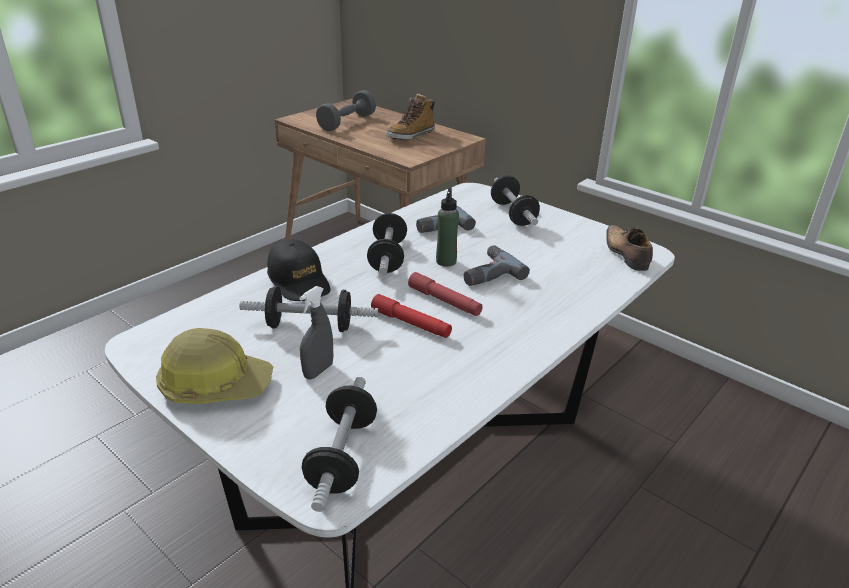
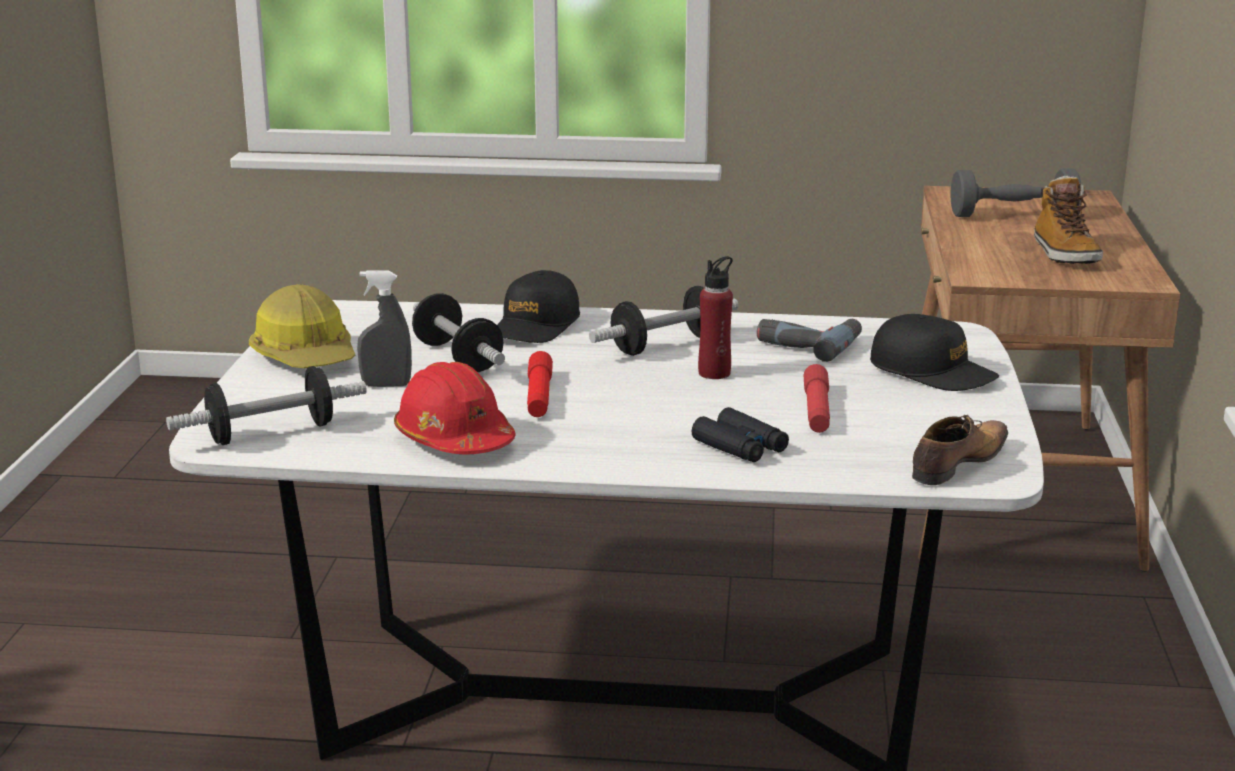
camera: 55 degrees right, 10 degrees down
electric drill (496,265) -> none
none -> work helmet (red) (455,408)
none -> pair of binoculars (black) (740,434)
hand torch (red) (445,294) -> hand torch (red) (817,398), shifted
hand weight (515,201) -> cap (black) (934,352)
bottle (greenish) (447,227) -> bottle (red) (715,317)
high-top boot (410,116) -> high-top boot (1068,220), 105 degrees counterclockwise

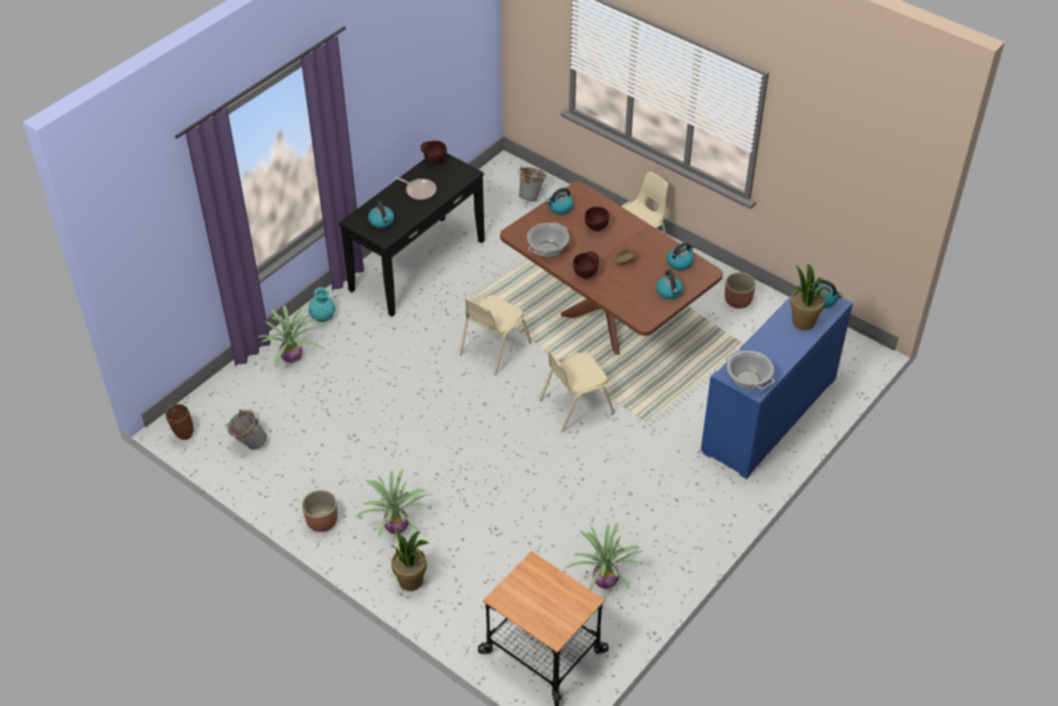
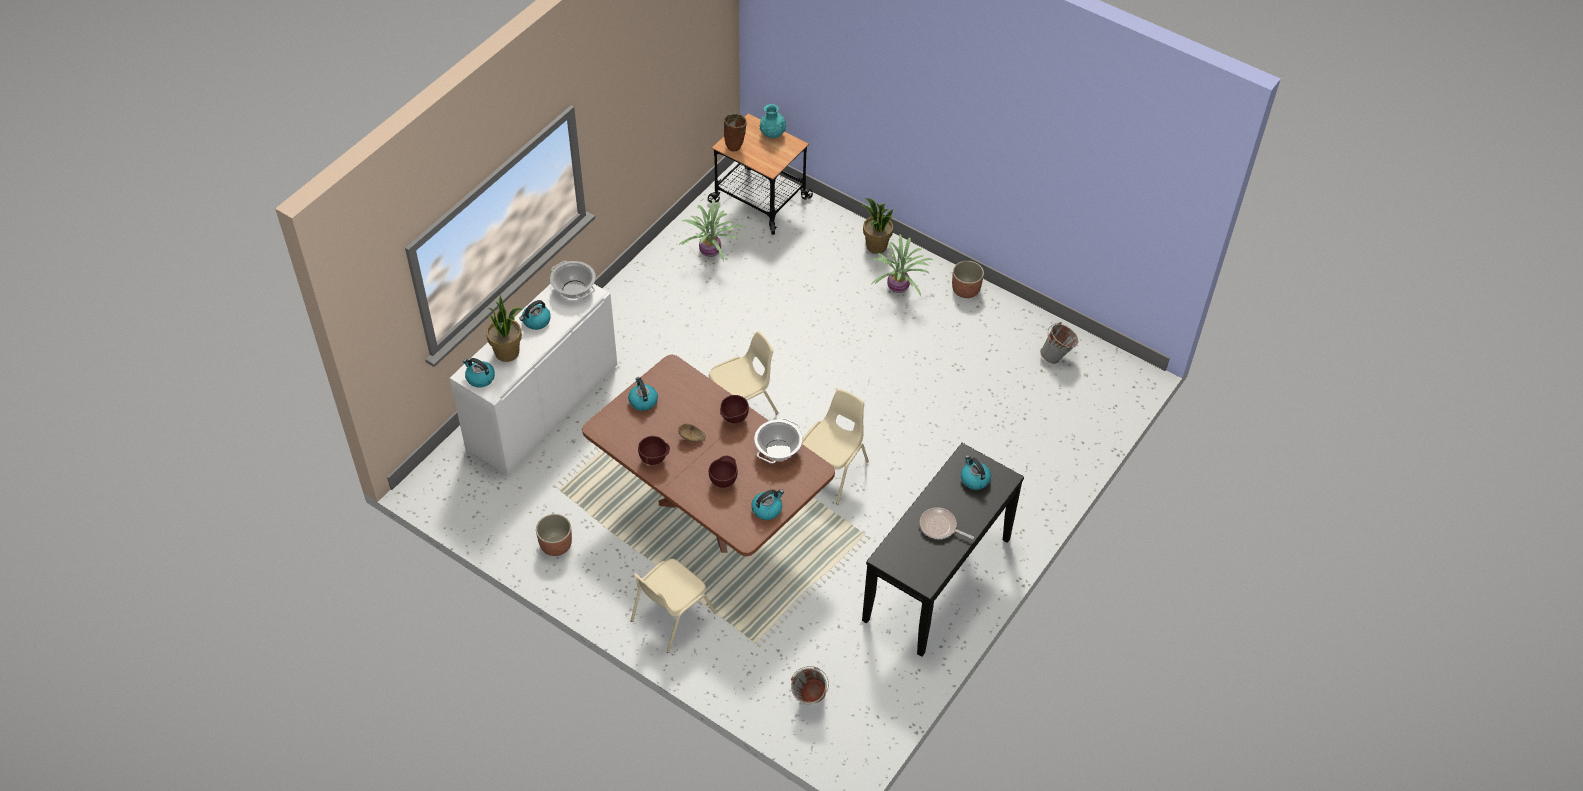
camera: 175 degrees right, 5 degrees up
plant in a pot (291,335) -> none
vase (brown-coloured) (179,422) -> vase (brown-coloured) (735,133), shifted
vase (turquoise) (322,304) -> vase (turquoise) (772,121), shifted
deep dish (brown-coloured) (433,152) -> deep dish (brown-coloured) (654,450), shifted
kettle (681,256) -> kettle (535,315), shifted
cabinet (blue) (777,379) -> cabinet (white-coloured) (533,379)

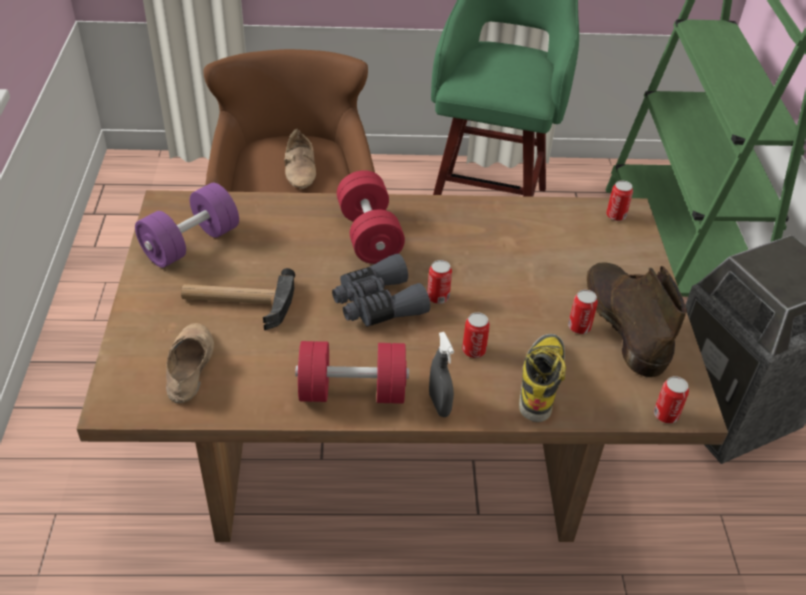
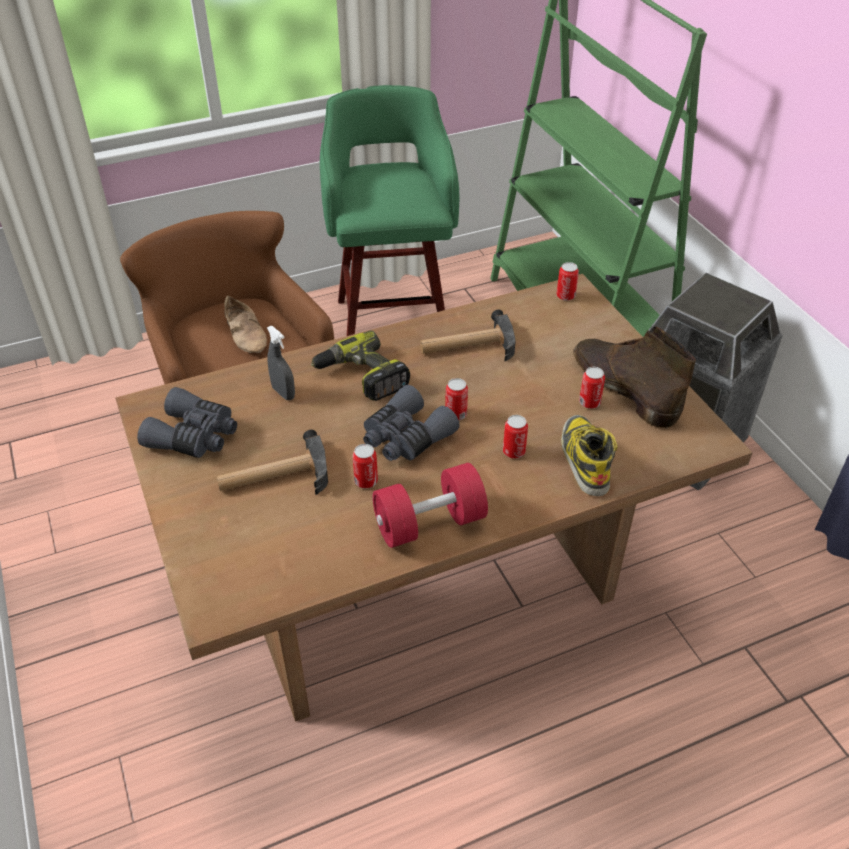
camera: 20 degrees left, 0 degrees up
item of footwear (sand-coloured) (190,363) -> none
none -> hammer (468,336)
spray bottle (gray) (441,374) -> spray bottle (gray) (281,363), shifted
can (671,400) -> can (365,466), shifted
hand weight (purple-coloured) (187,225) -> pair of binoculars (gray) (187,422)
hand weight (red) (371,217) -> electric drill (360,366)

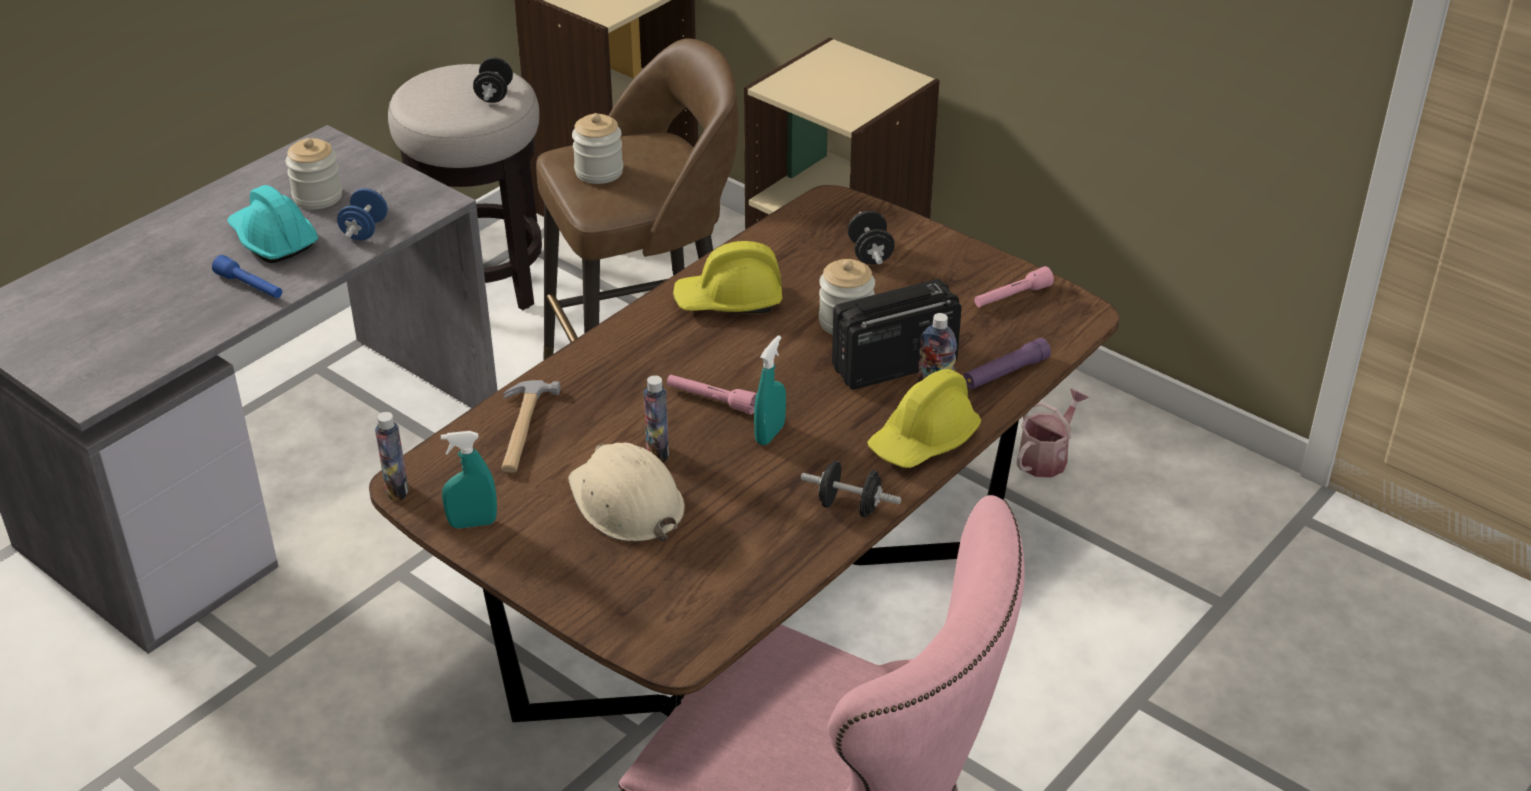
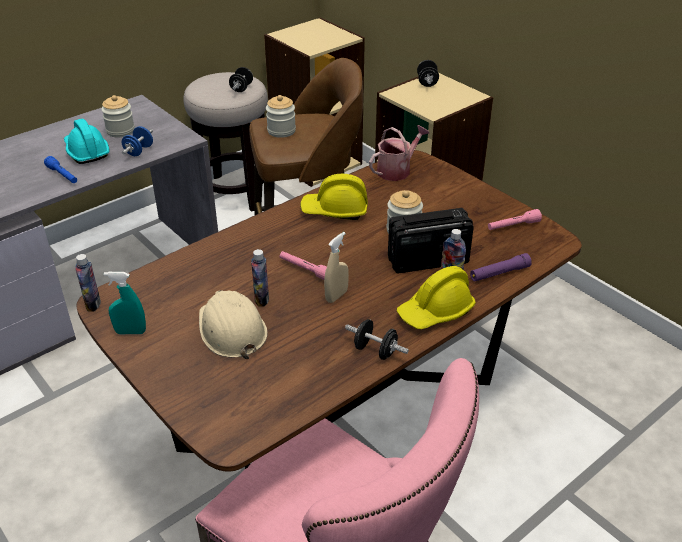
camera: 10 degrees right, 0 degrees up
hammer (530,426) -> none
hand weight (black) (871,238) -> hand weight (black) (428,73), shifted
sprinkling can (1053,433) -> sprinkling can (399,153), shifted
spray bottle (turquoise) (770,390) -> spray bottle (sand-coloured) (336,267)

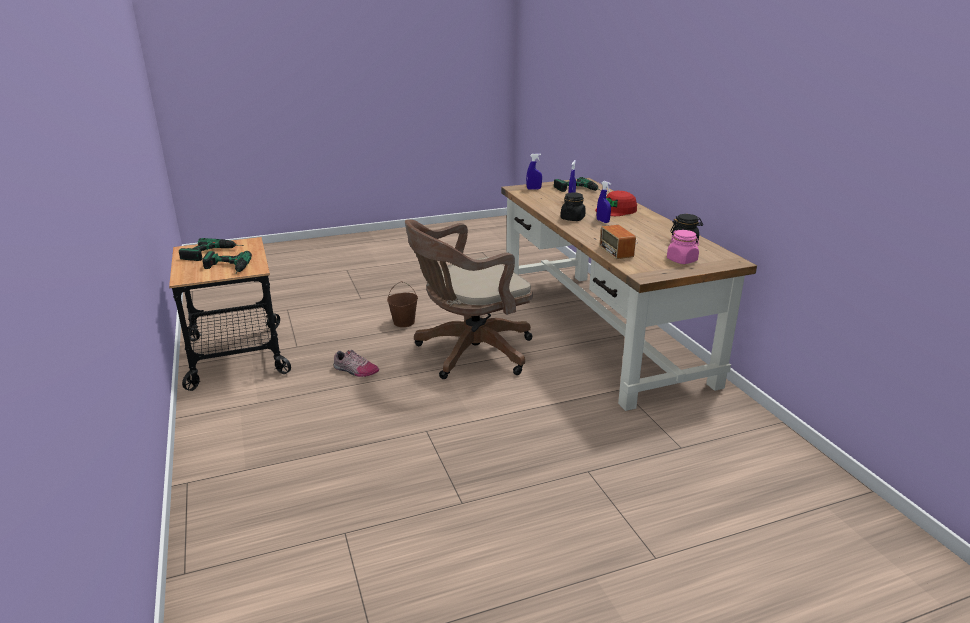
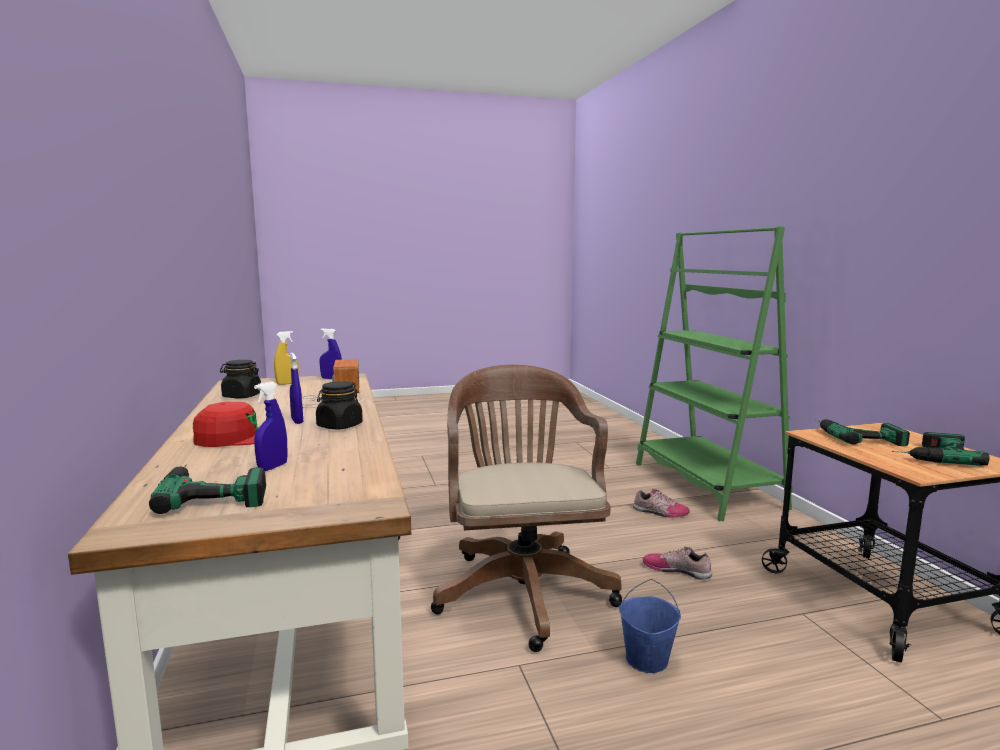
camera: 175 degrees left, 15 degrees down
none -> item of footwear (661,503)
none -> bookcase (greenish) (714,373)
spray bottle (blue) (534,171) -> spray bottle (blue) (330,353), shifted
storage jar (pink-coloured) (683,247) -> spray bottle (yellow) (286,358)
water bucket (brown-coloured) (402,304) -> water bucket (blue) (650,626)
computer chair (brown-coloured) (469,299) -> computer chair (brown-coloured) (526,508), 75 degrees counterclockwise

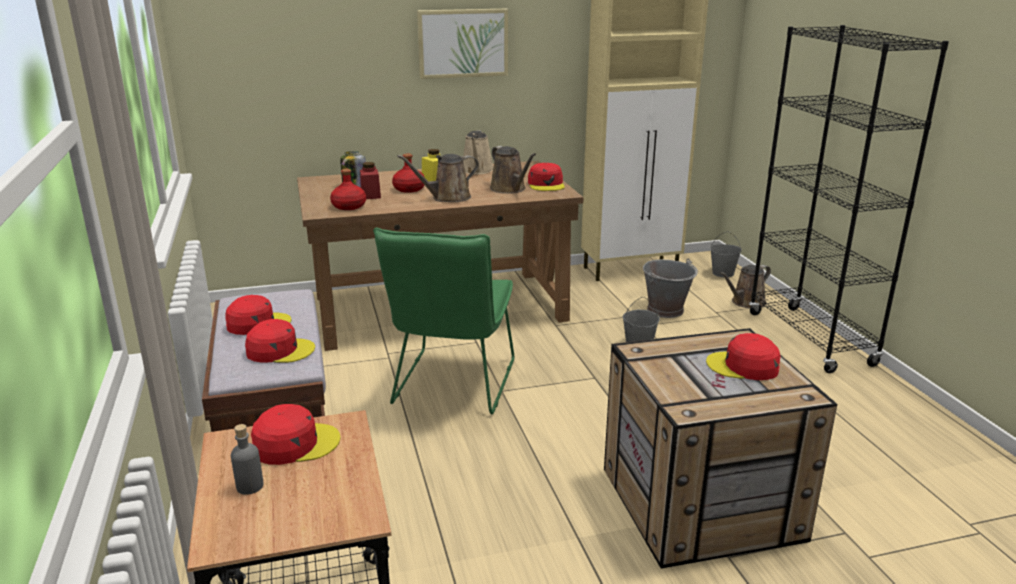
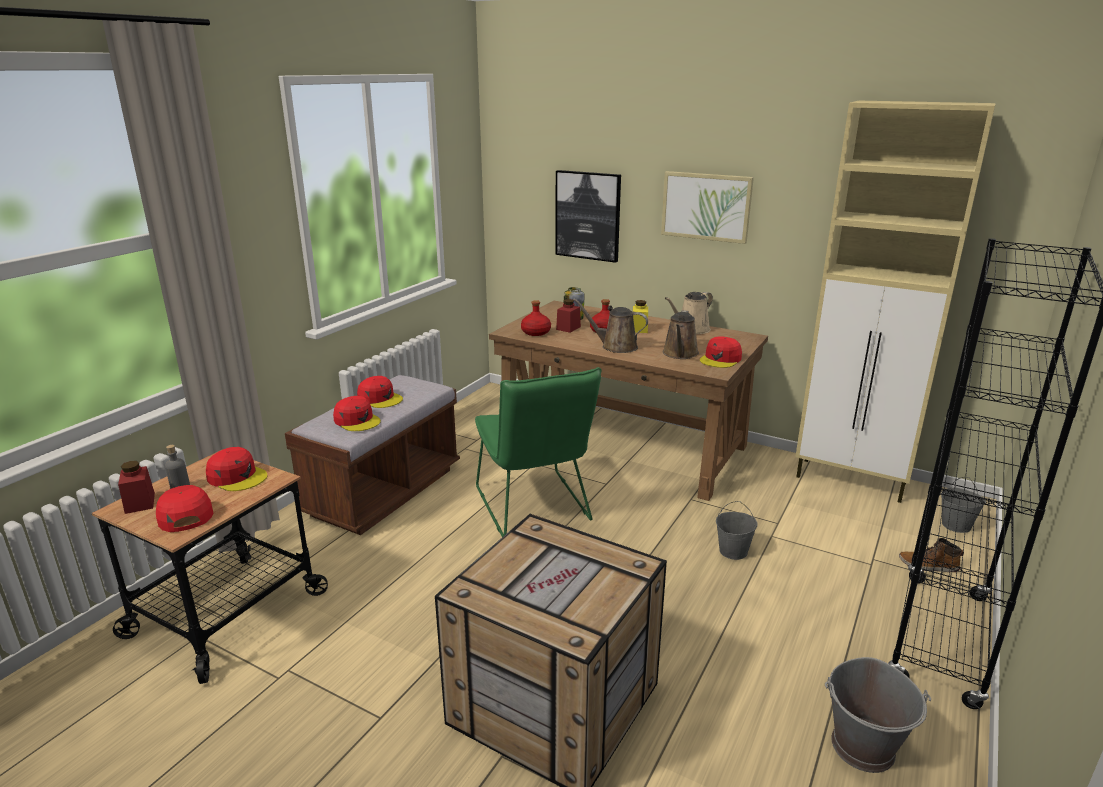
camera: 45 degrees right, 0 degrees up
none -> storage jar (red) (136,487)
none -> wall art (588,216)
water bucket (gray) (670,288) -> water bucket (gray) (878,715), shifted
cap (red) (743,356) -> cap (red) (184,508), shifted
sprinkling can (brown-coloured) (745,286) -> high-top boot (931,555)
upright chair (greenish) (443,321) -> upright chair (greenish) (538,452), 75 degrees counterclockwise

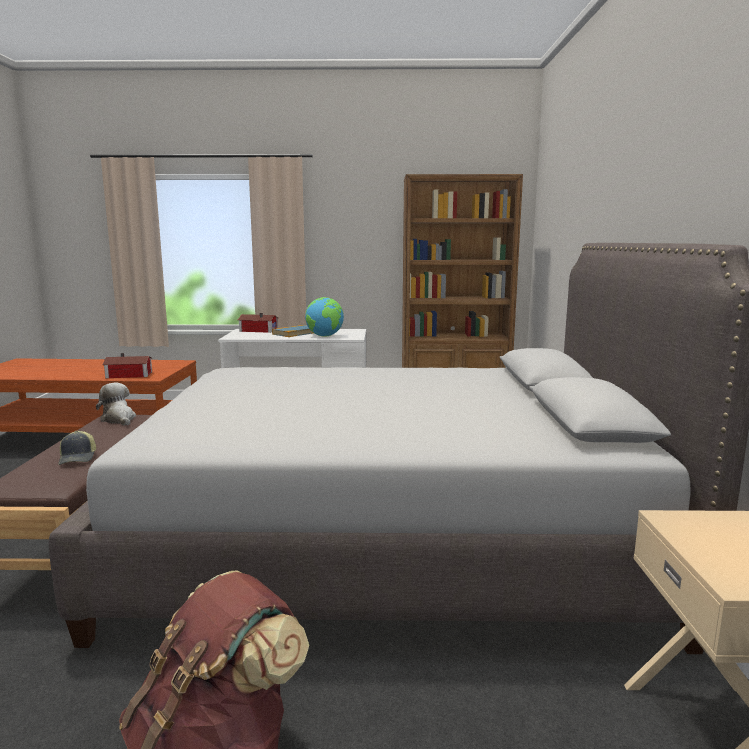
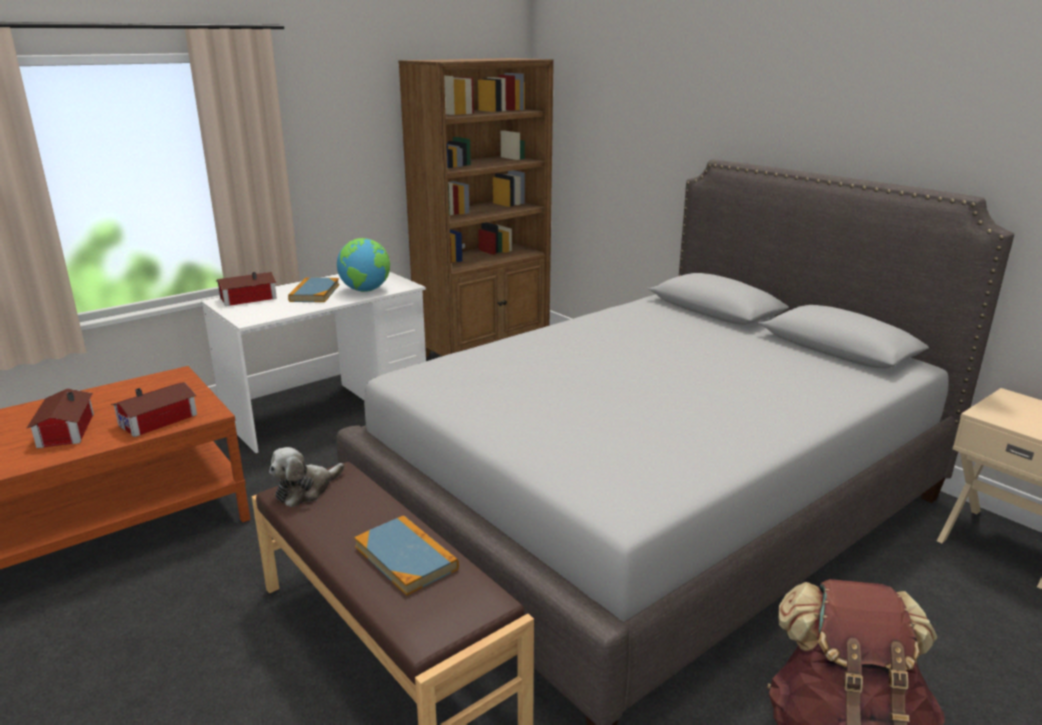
camera: 40 degrees left, 10 degrees up
none -> toy house (60,418)
cap (77,448) -> bound book (406,555)
soft toy (116,403) -> soft toy (306,477), 60 degrees counterclockwise

